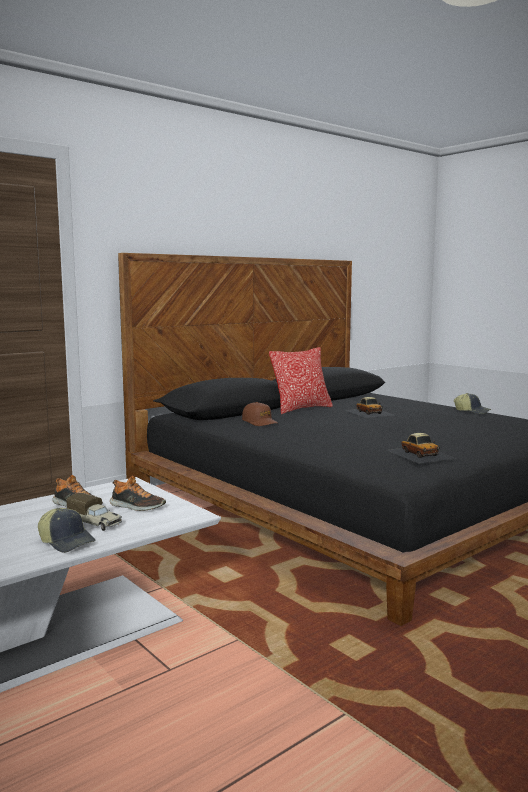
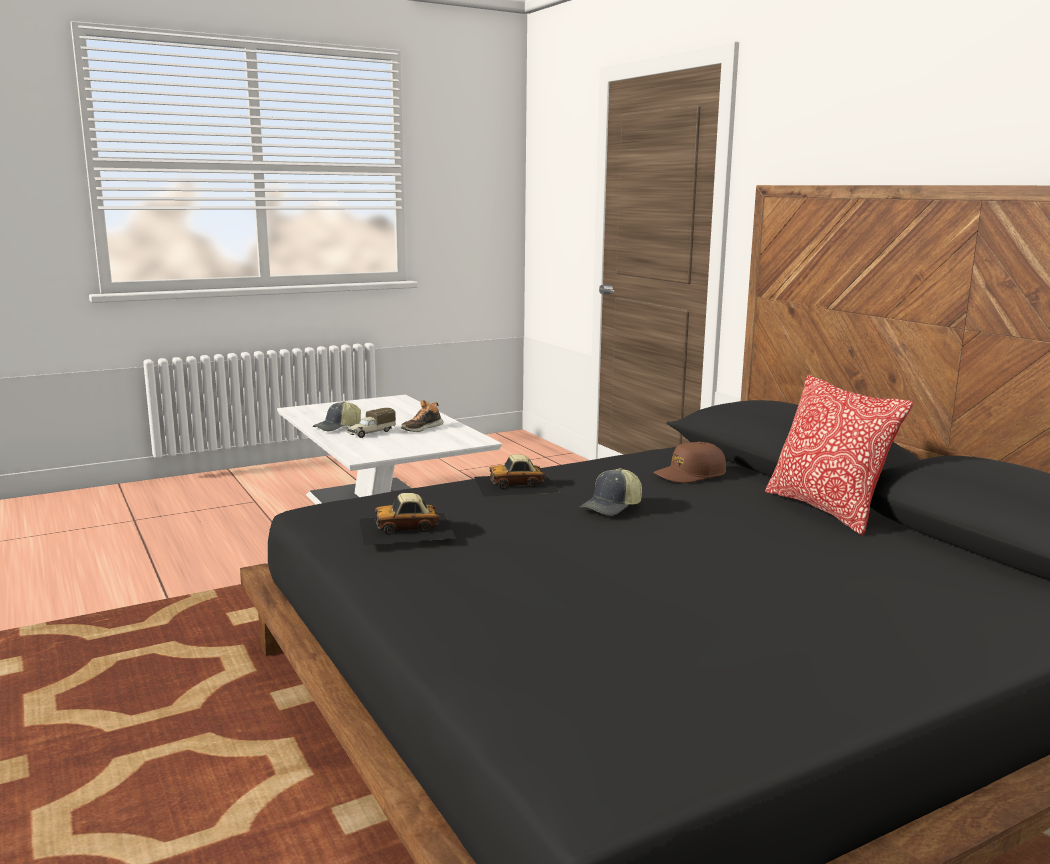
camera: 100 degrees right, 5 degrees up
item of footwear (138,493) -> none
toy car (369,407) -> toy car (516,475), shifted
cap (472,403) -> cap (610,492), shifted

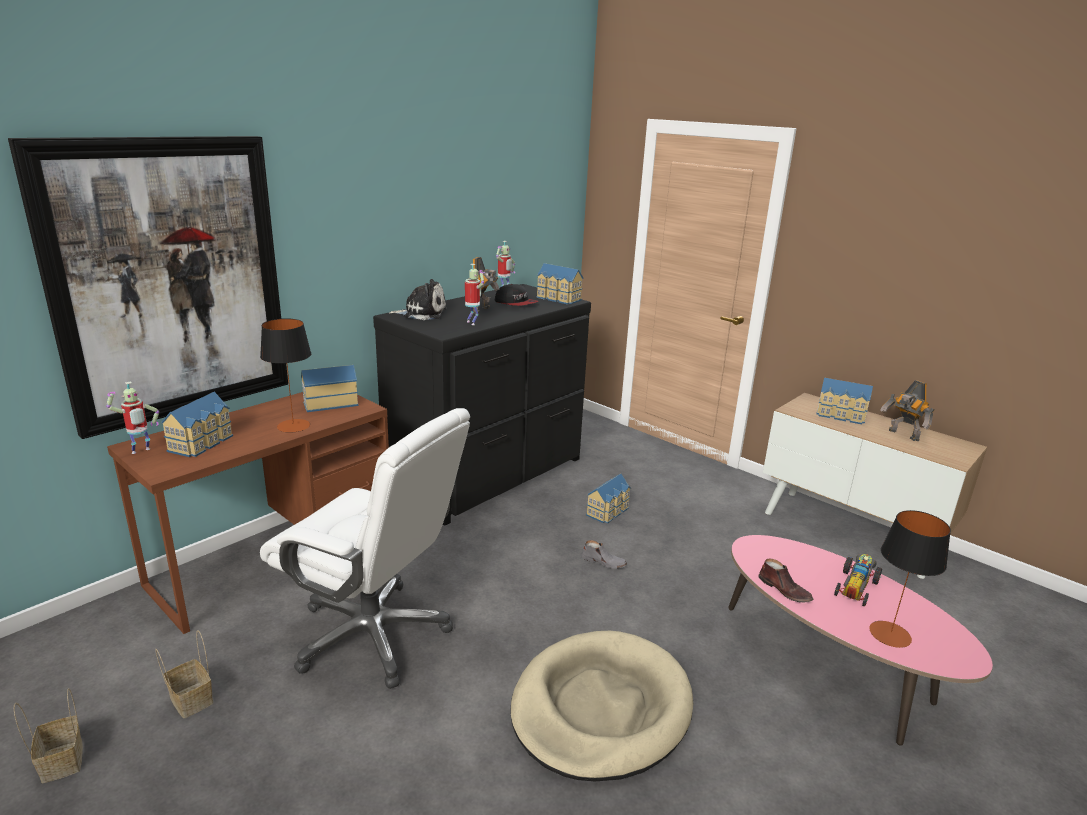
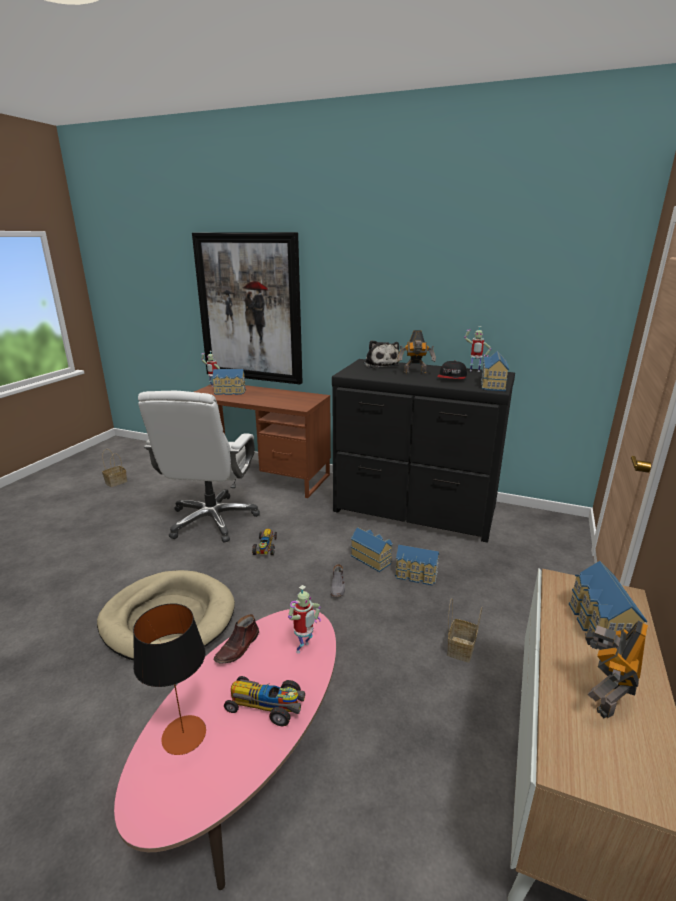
camera: 70 degrees right, 0 degrees up
tabletop lamp (285,375) -> none
none -> toy car (264,542)
household basket (184,674) -> household basket (464,630), shifted
toy house (330,388) -> toy house (372,549), shifted
toy robot (475,294) -> toy robot (304,619), shifted

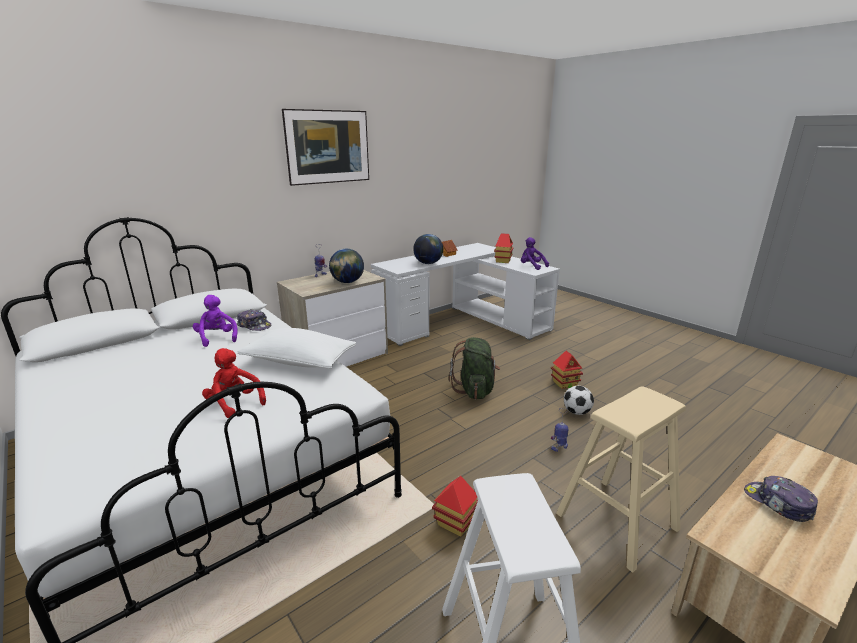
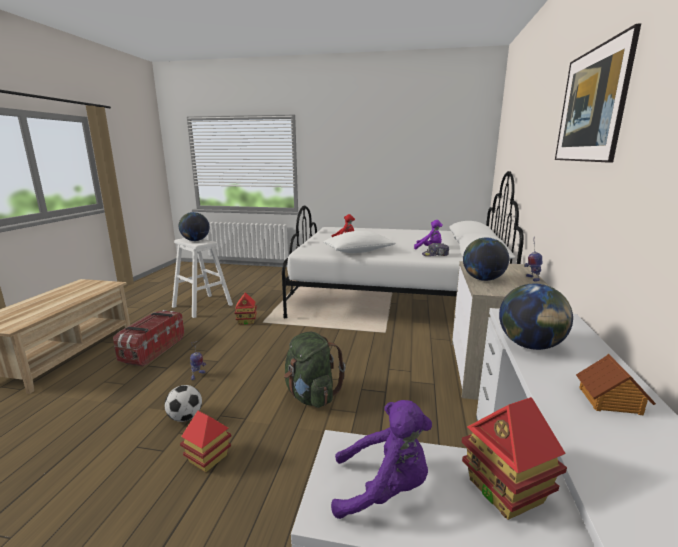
camera: 140 degrees right, 5 degrees down
cap (781,499) -> none
none -> globe (194,226)
sitting stool (sand-coloured) (621,479) -> storage box (148,338)

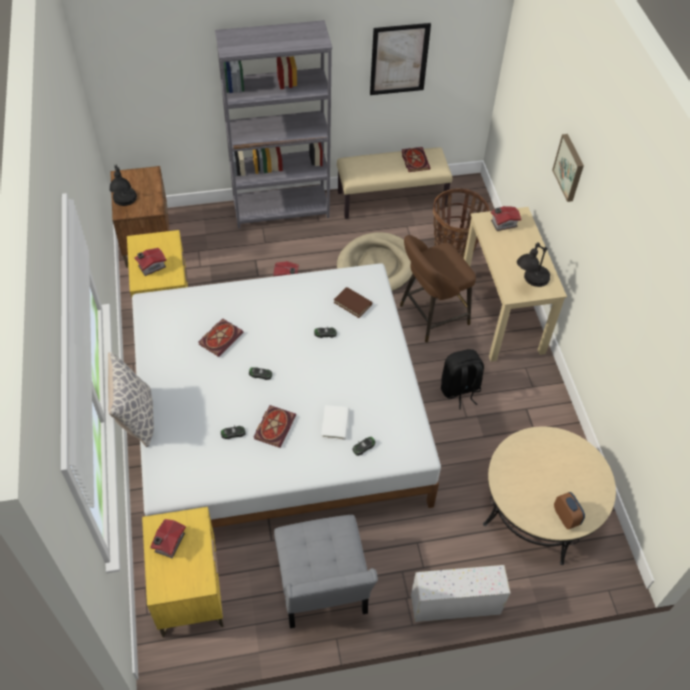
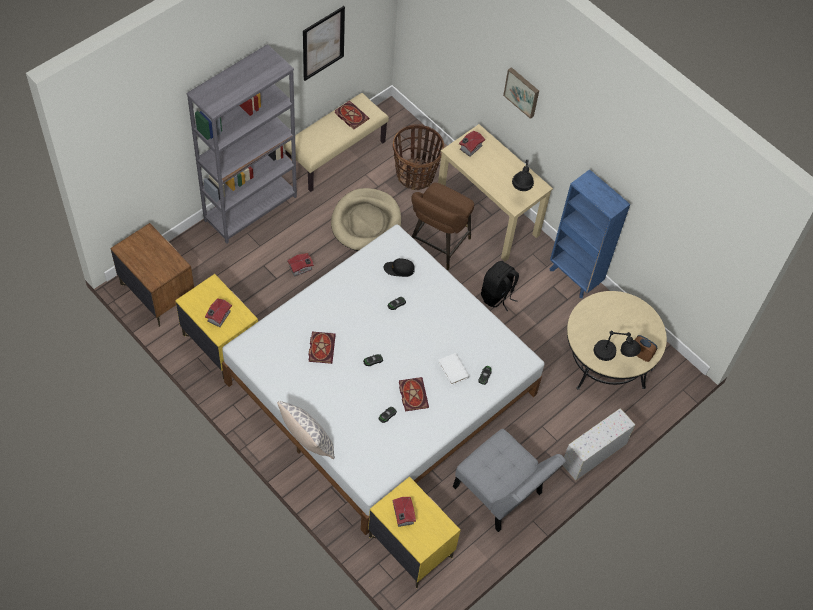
camera: 35 degrees left, 5 degrees up
none -> bookcase (blue) (590,233)
tabletop lamp (black) (123,185) -> tabletop lamp (black) (617,346), shifted
bound book (brown-coloured) (353,302) -> cap (black) (399,267)

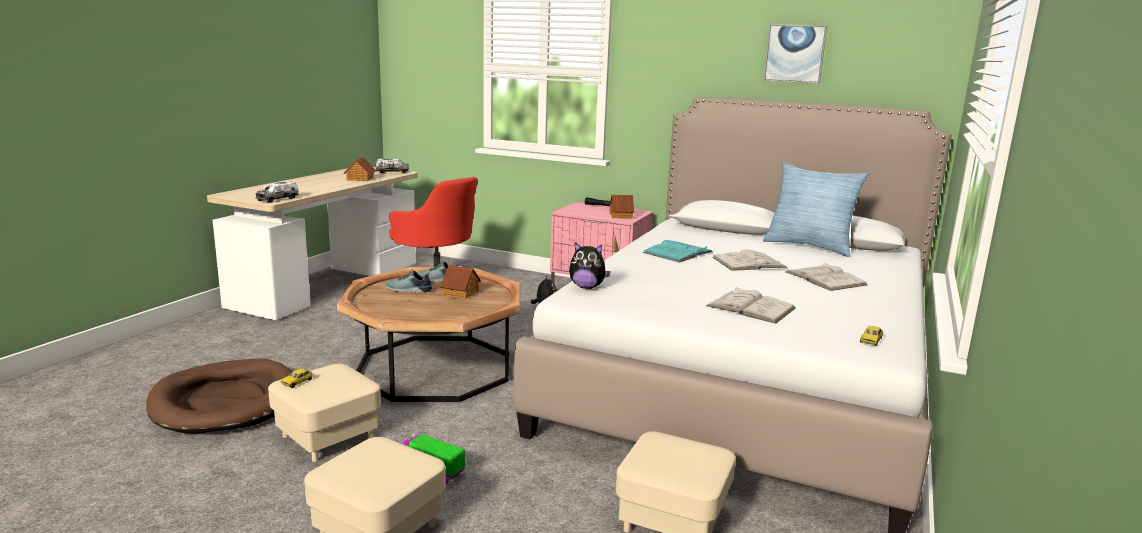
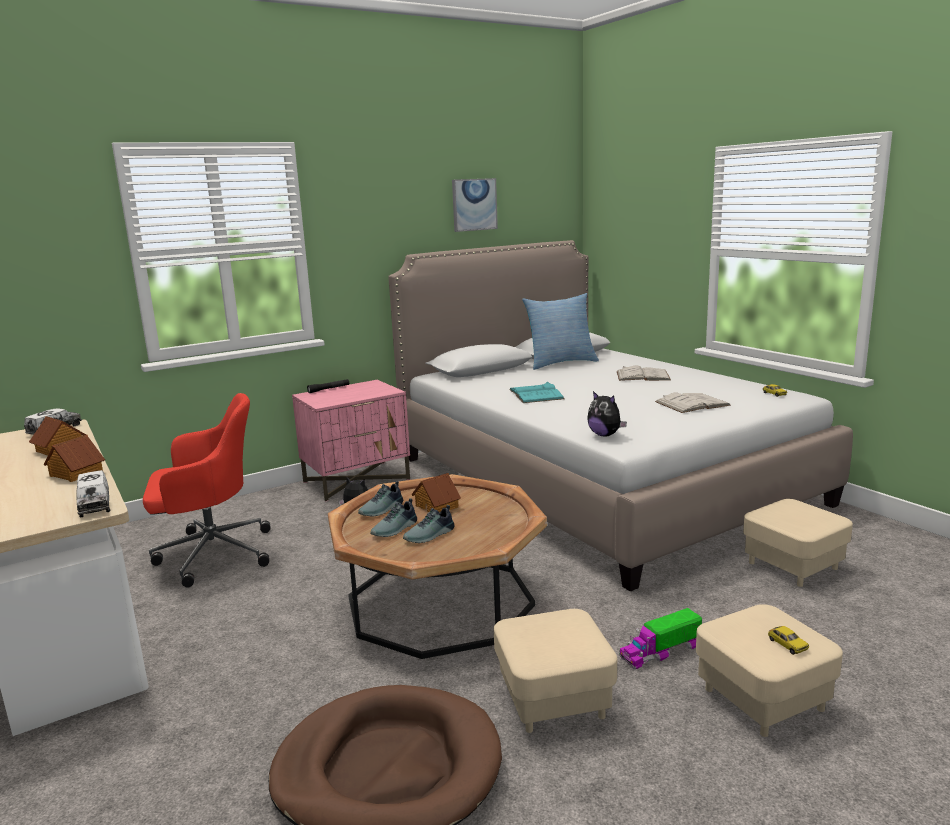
camera: 55 degrees left, 0 degrees up
bound book (white-coloured) (750,260) -> none
none -> item of footwear (429,524)
toy car (296,378) -> toy car (788,640), shifted
toy house (621,207) -> toy house (74,458), shifted
soft toy (590,265) -> soft toy (607,413), 90 degrees clockwise

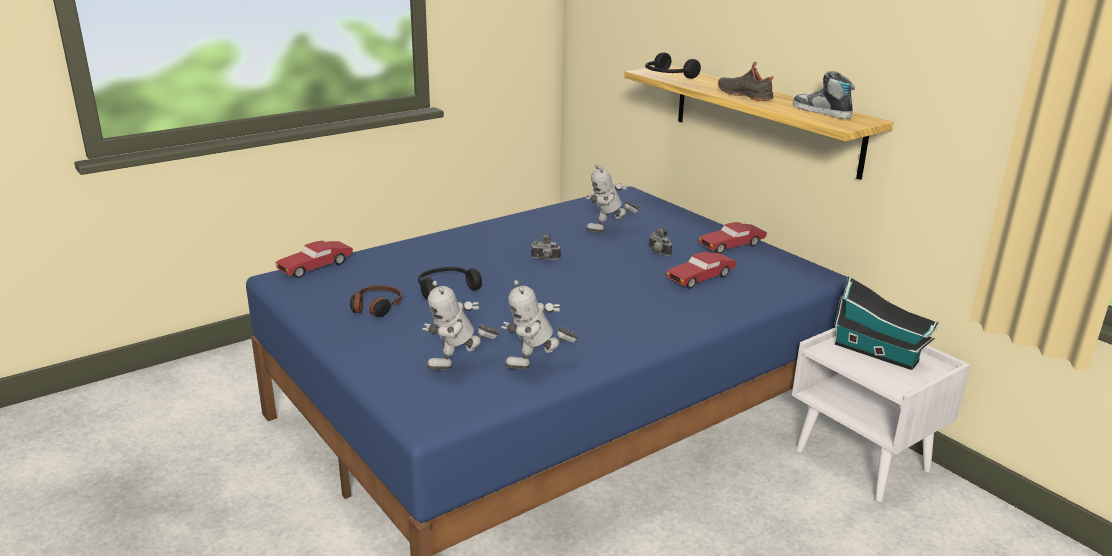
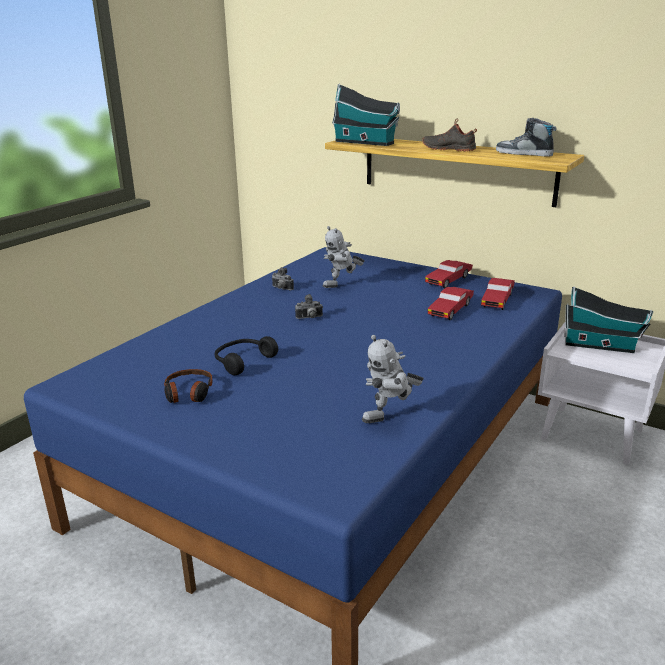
camera: 20 degrees left, 0 degrees up
toy robot (460,325) -> none
toy car (red) (314,259) -> toy car (red) (498,294), shifted
photo camera (660,242) -> photo camera (282,278), shifted
pair of headphones (black) (673,65) -> toy house (366,114)

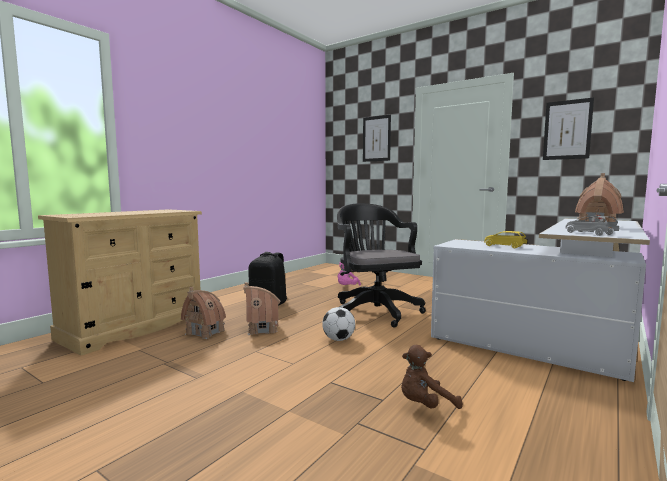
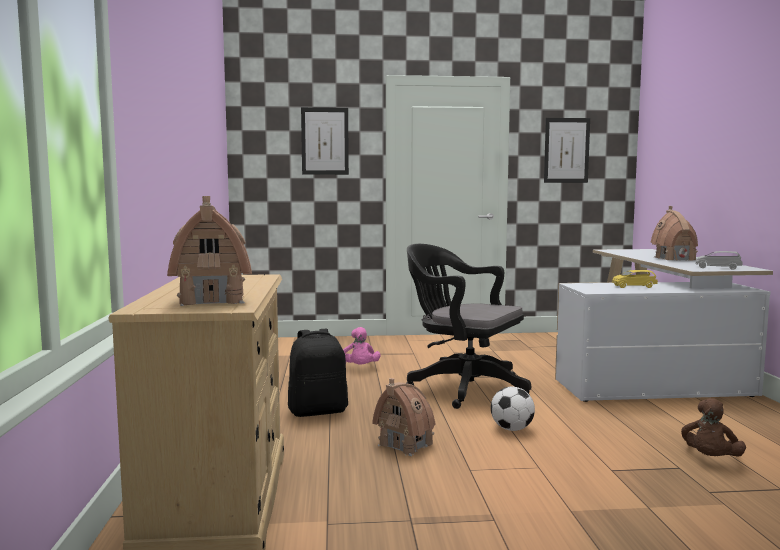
camera: 40 degrees left, 0 degrees up
toy house (203,313) -> toy house (209,251), shifted

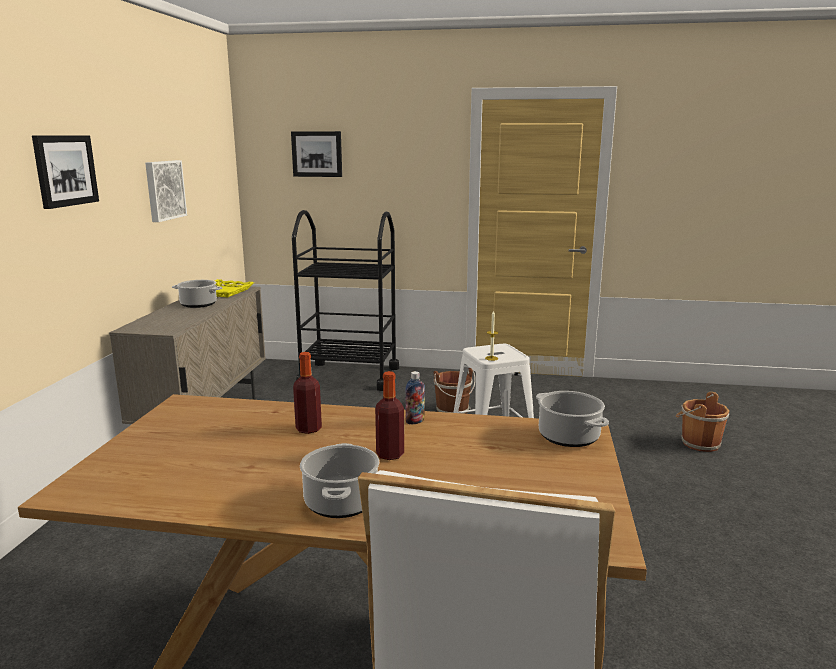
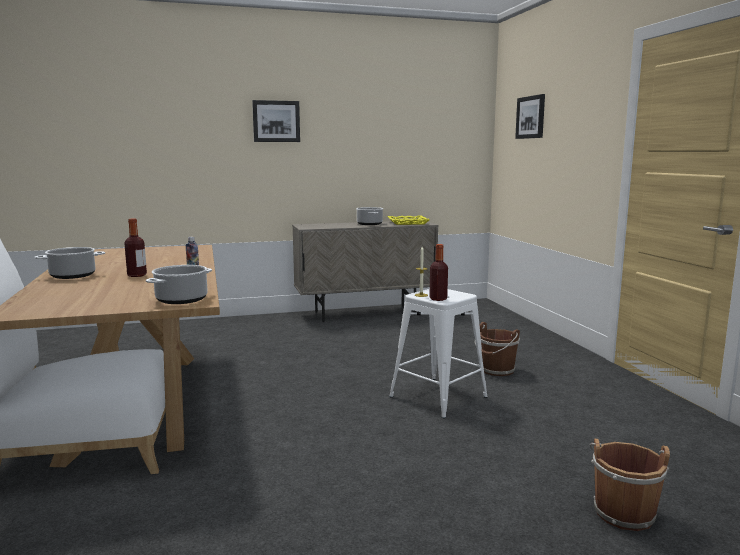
camera: 65 degrees right, 5 degrees down
wall art (166,191) -> none
cart (black) (345,300) -> none
bottle (307,393) -> bottle (438,272), shifted

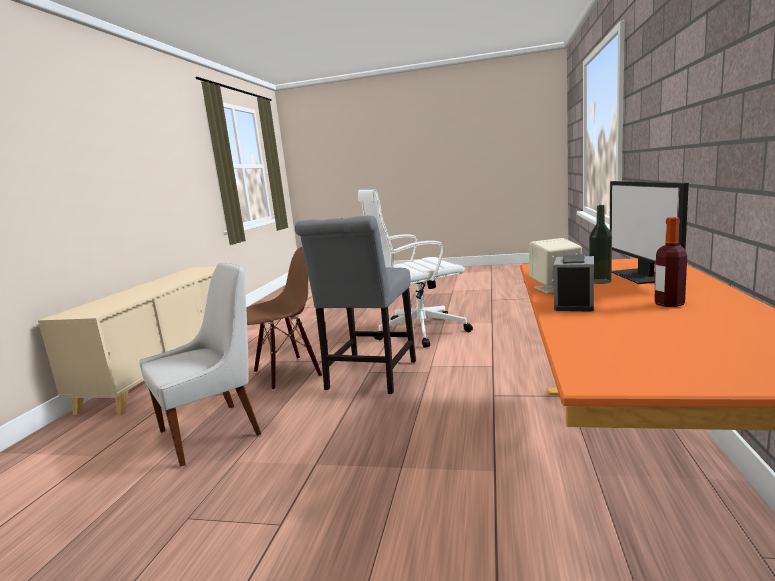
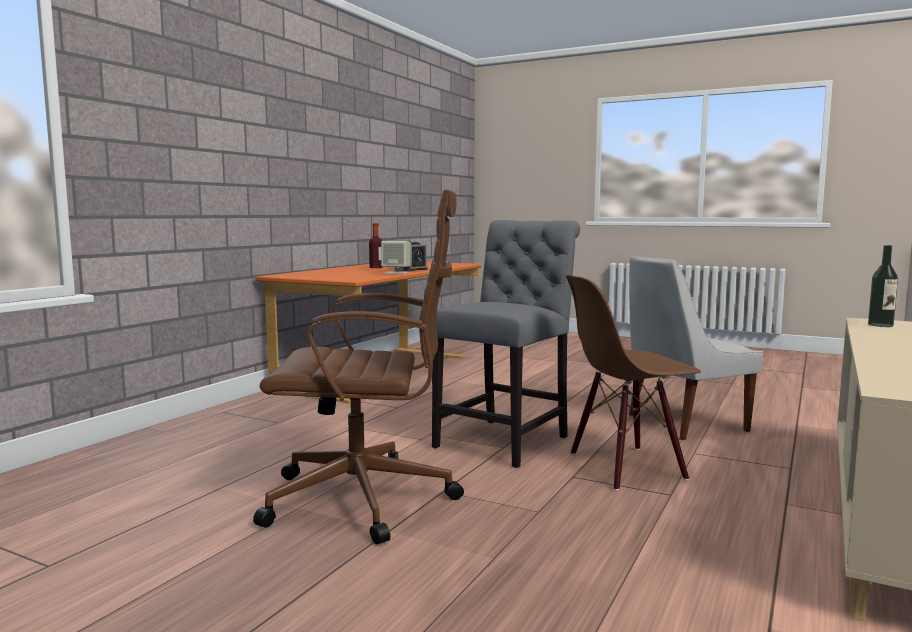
camera: 165 degrees left, 5 degrees down
computer screen (649,232) -> none
bottle (600,244) -> bottle (883,286), shifted
computer chair (white-coloured) (415,269) -> computer chair (brown-coloured) (358,367)

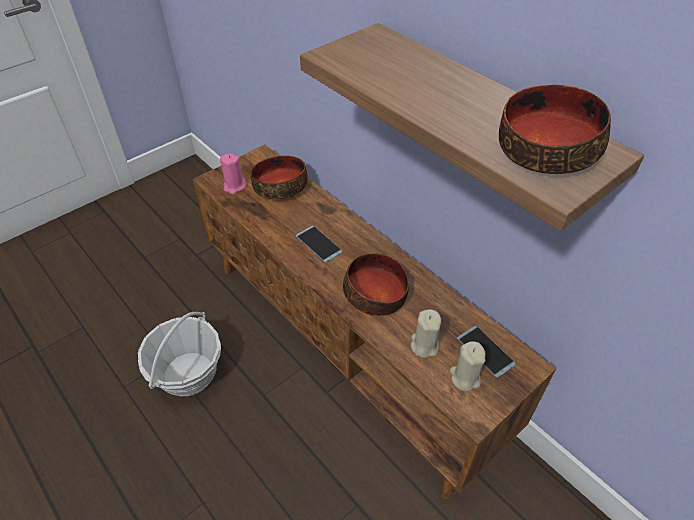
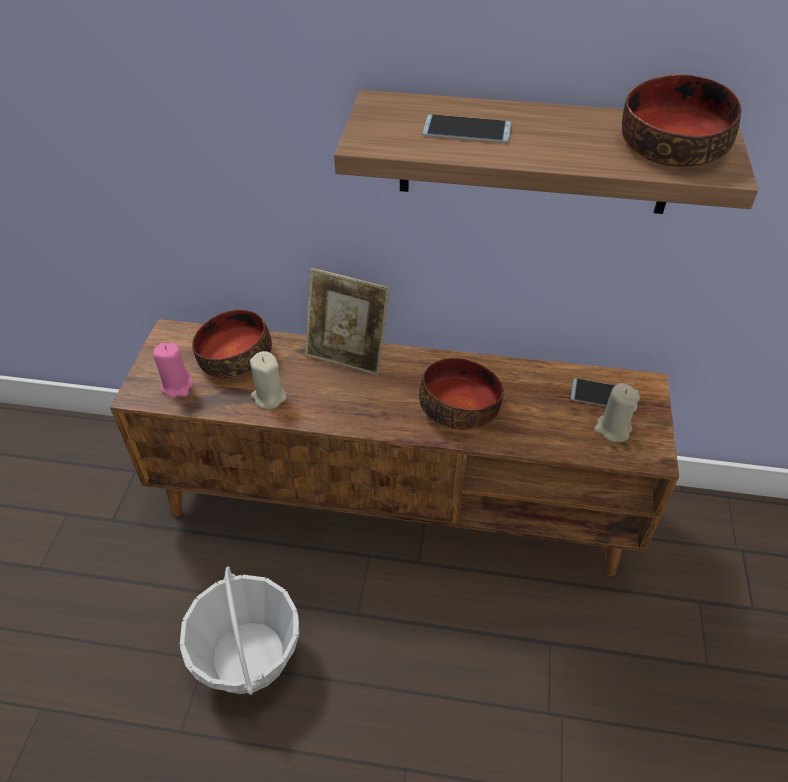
camera: 40 degrees left, 0 degrees up
none -> picture frame (347,322)
phone (319,244) -> phone (466,128), shifted
candle (sand-coloured) (426,333) -> candle (sand-coloured) (268,380), shifted

